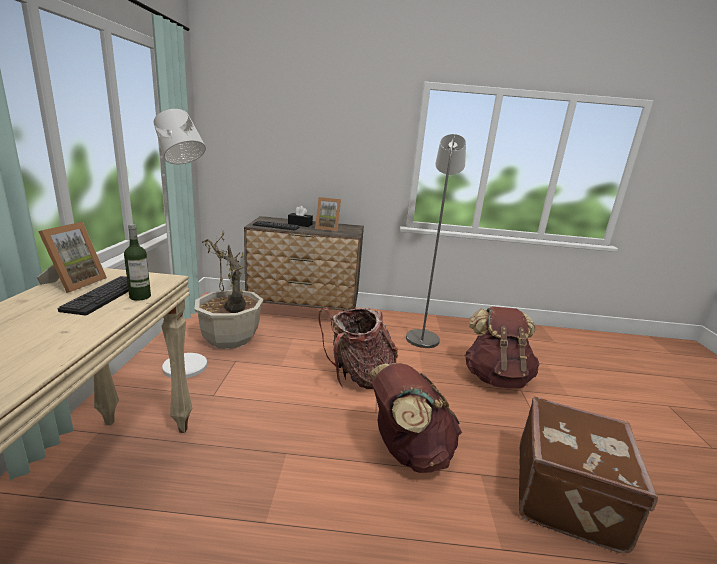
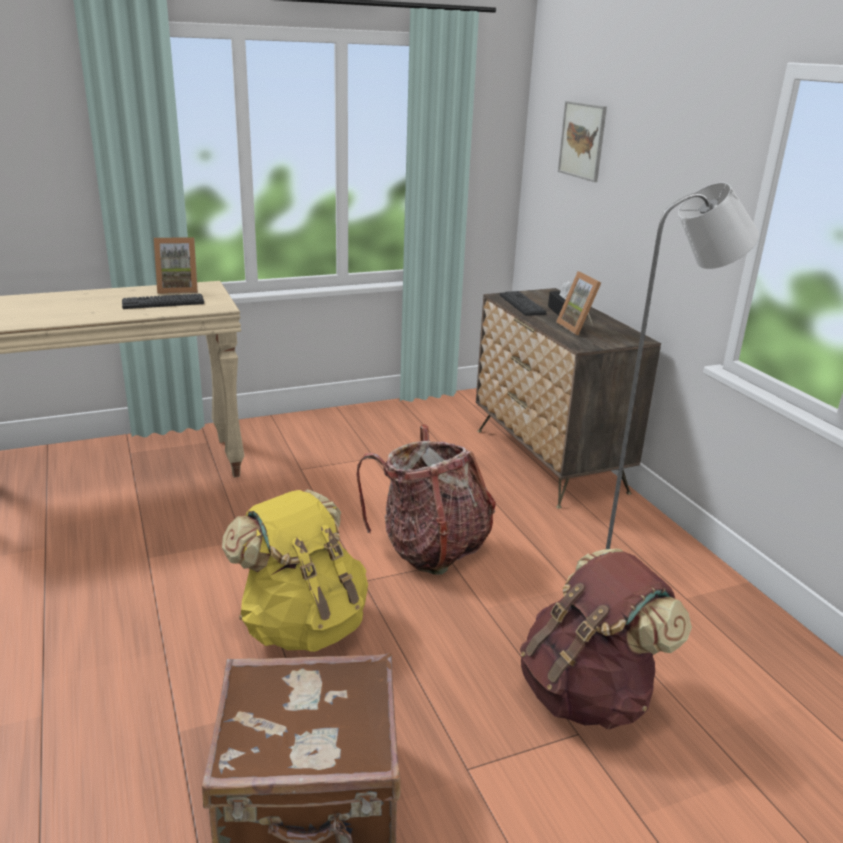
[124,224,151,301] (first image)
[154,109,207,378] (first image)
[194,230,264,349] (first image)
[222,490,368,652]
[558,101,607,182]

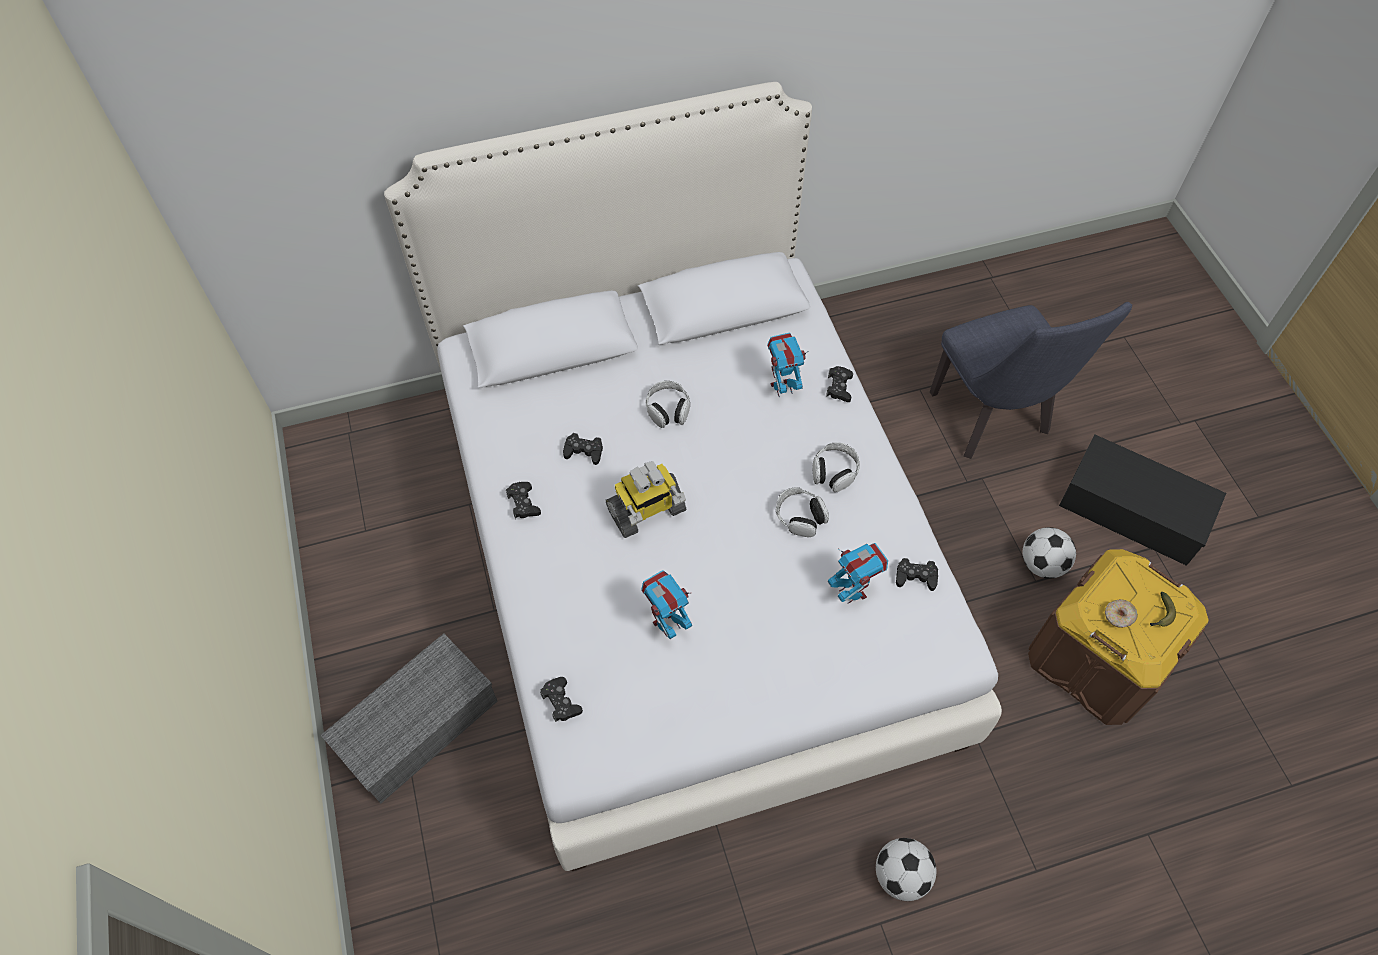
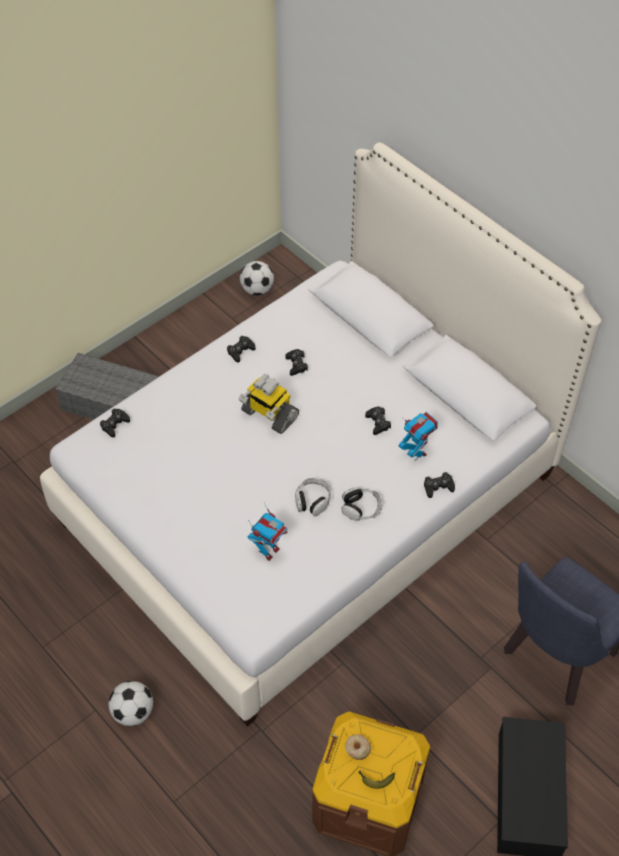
[641,570,692,639] (first image)
[646,381,690,428] (first image)
[365,406,391,435]
[240,261,274,296]

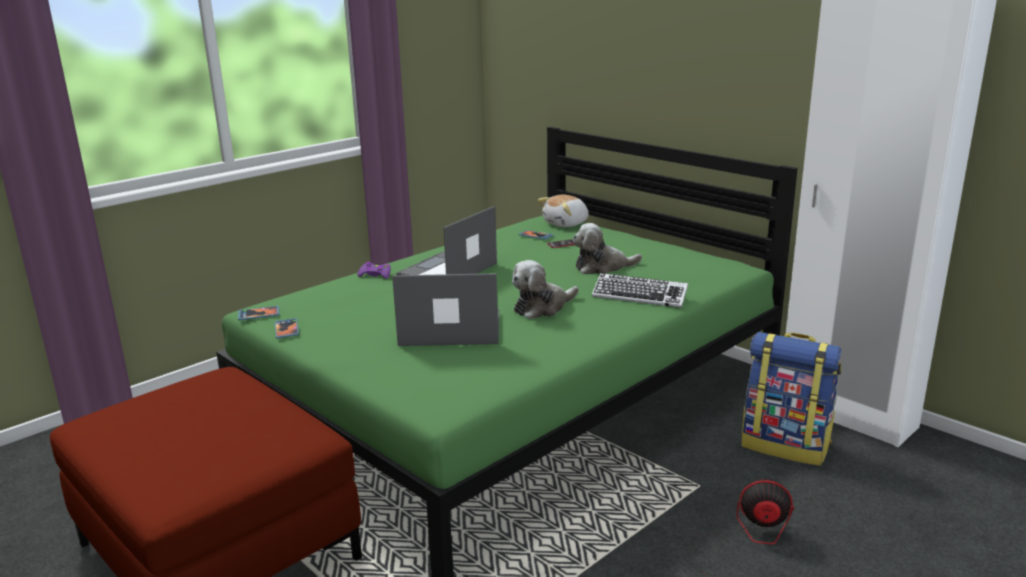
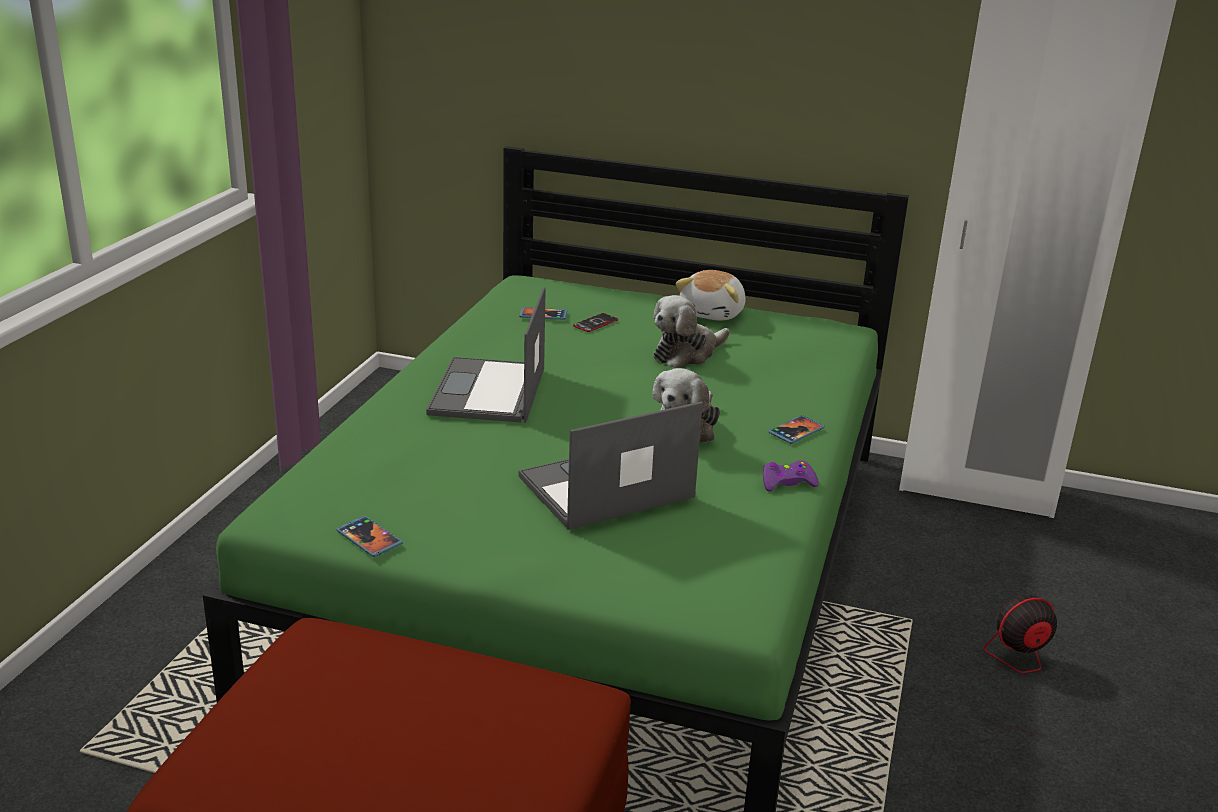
[768,415,825,444]
[763,460,819,491]
[676,270,746,321]
[592,273,688,308] (first image)
[742,332,841,466] (first image)

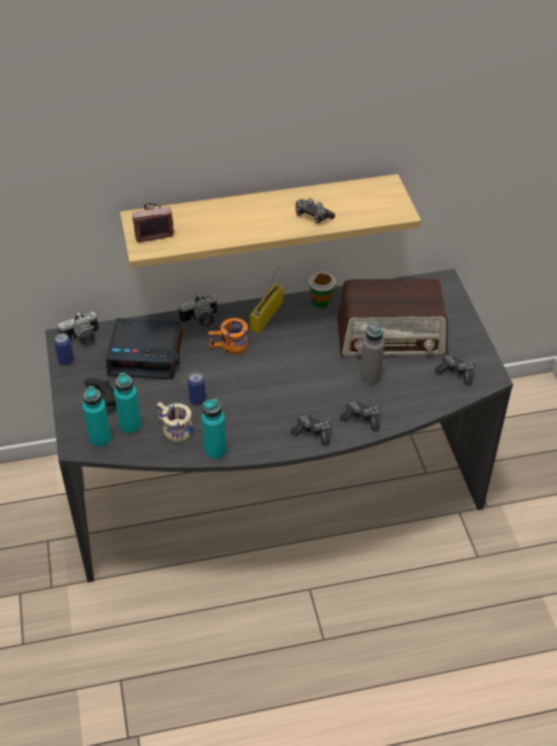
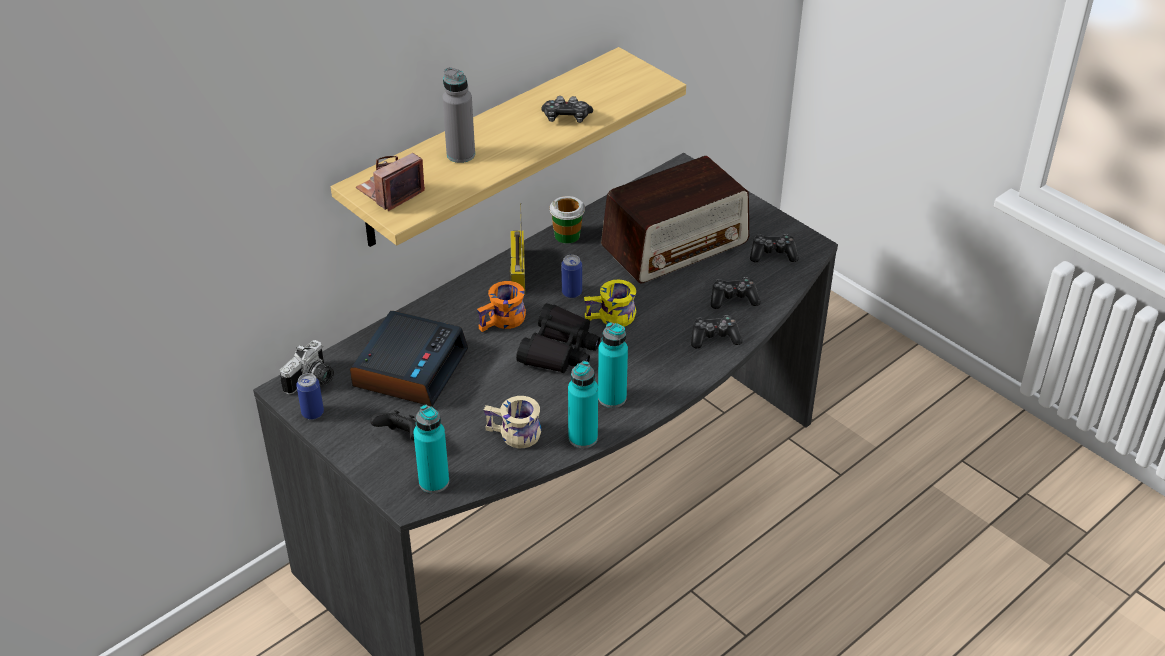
[350,311,468,407]
[598,322,628,408]
[178,294,217,327] (first image)
[561,255,582,298]
[711,277,761,309]
[442,67,475,163]
[516,303,600,373]
[584,279,636,327]

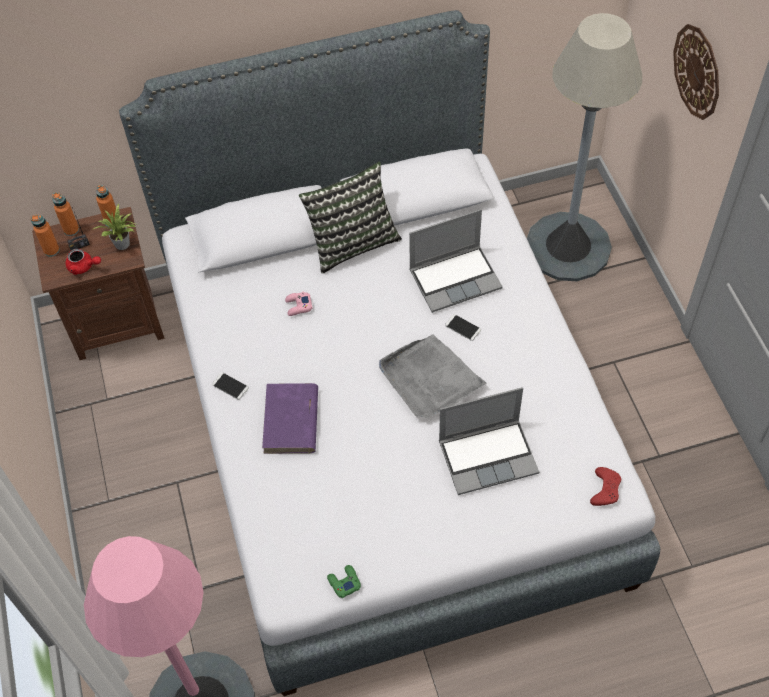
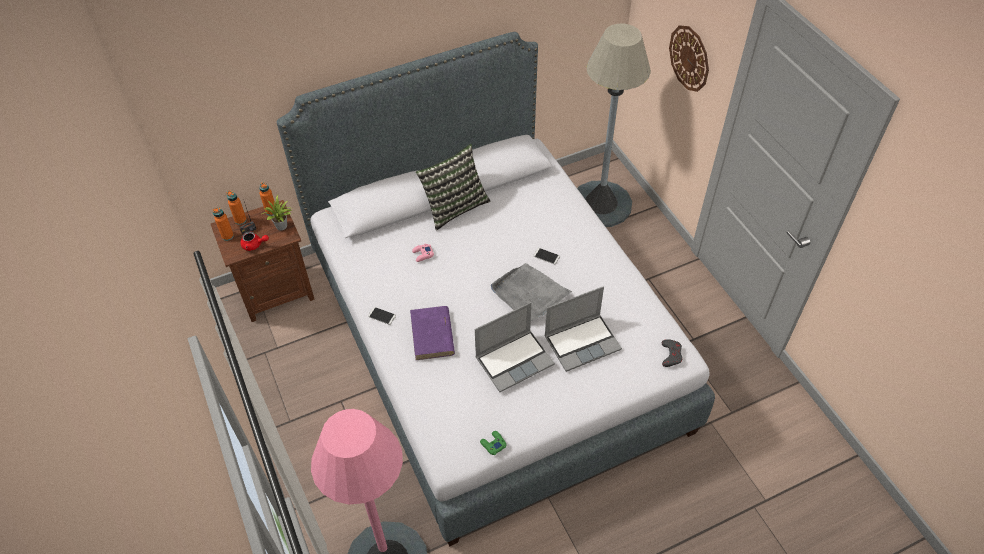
[475,302,555,392]
[662,339,682,367]

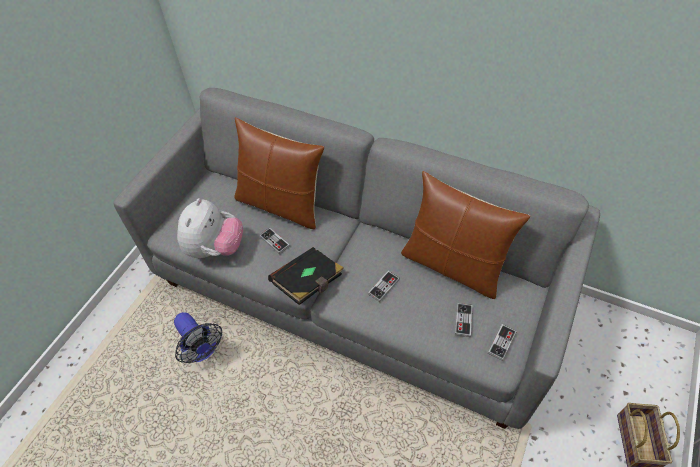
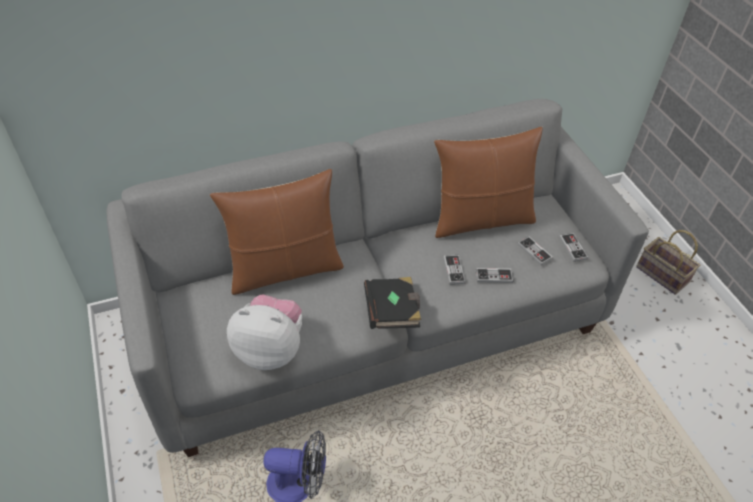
[227,295,302,370]
[476,268,513,283]

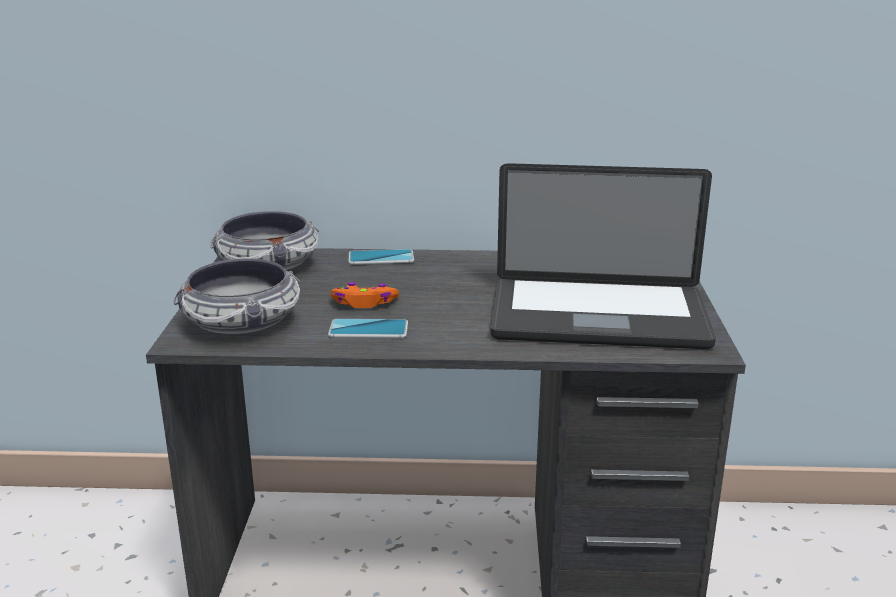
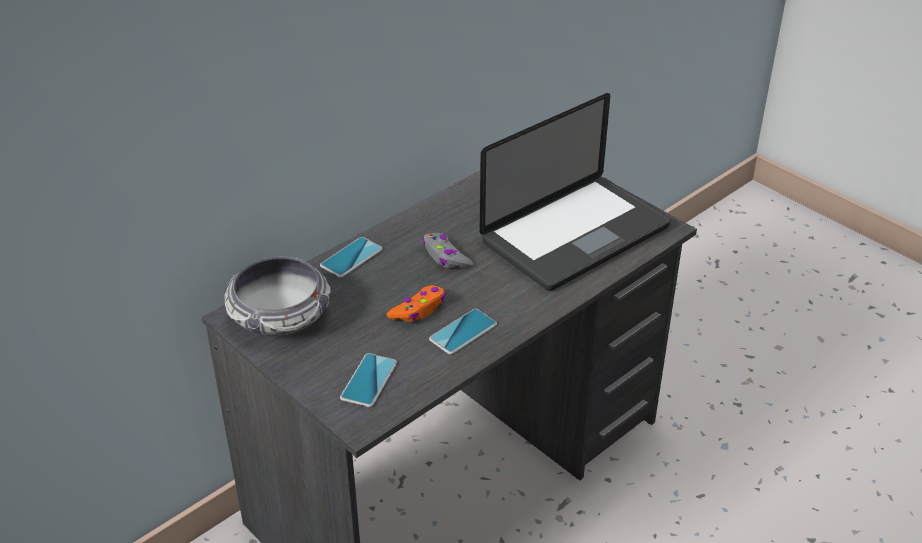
[340,353,397,407]
[422,233,473,269]

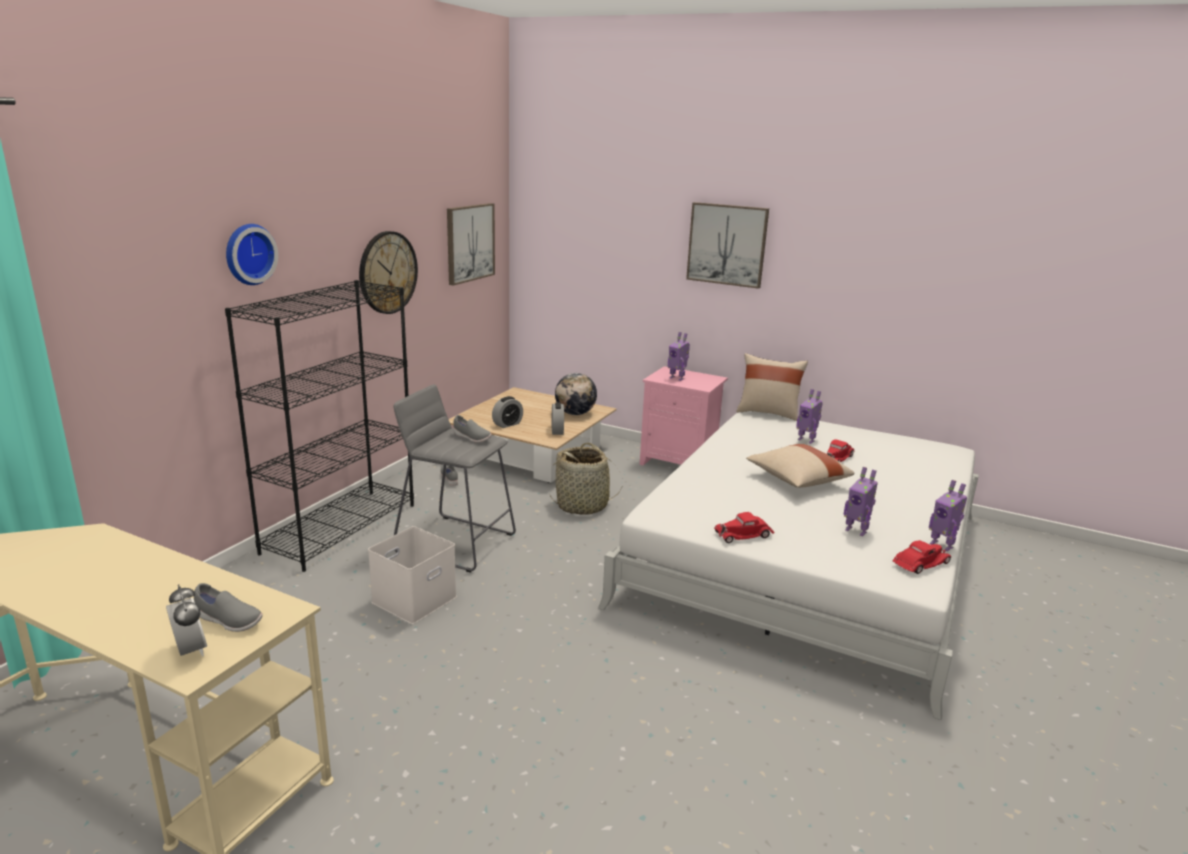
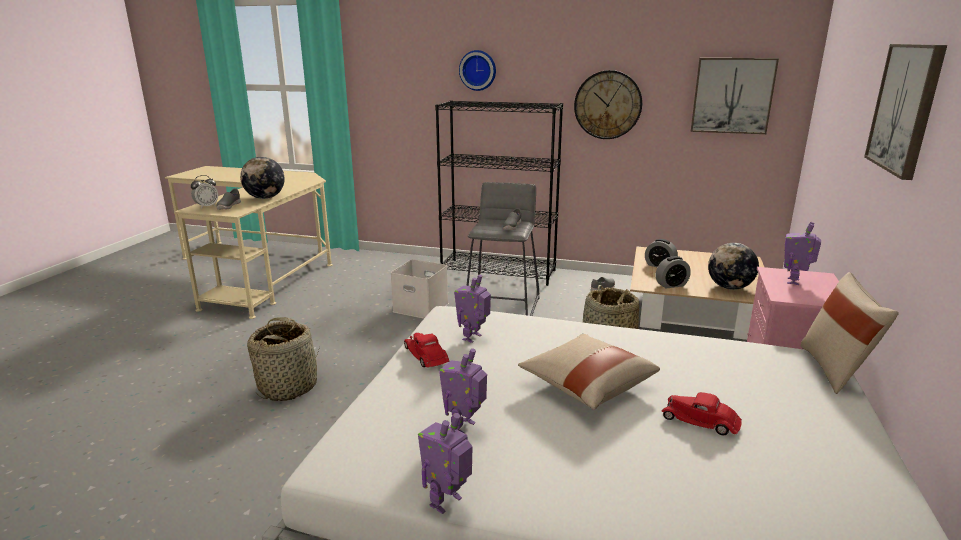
[454,274,491,343]
[892,540,951,574] (first image)
[240,157,285,199]
[247,317,320,401]

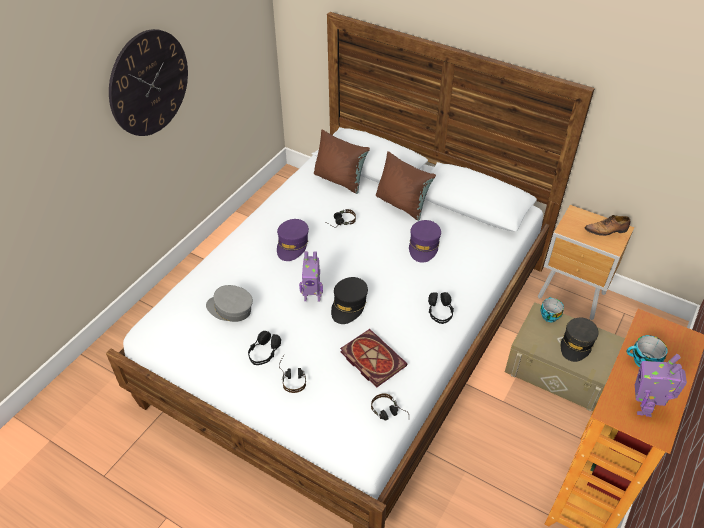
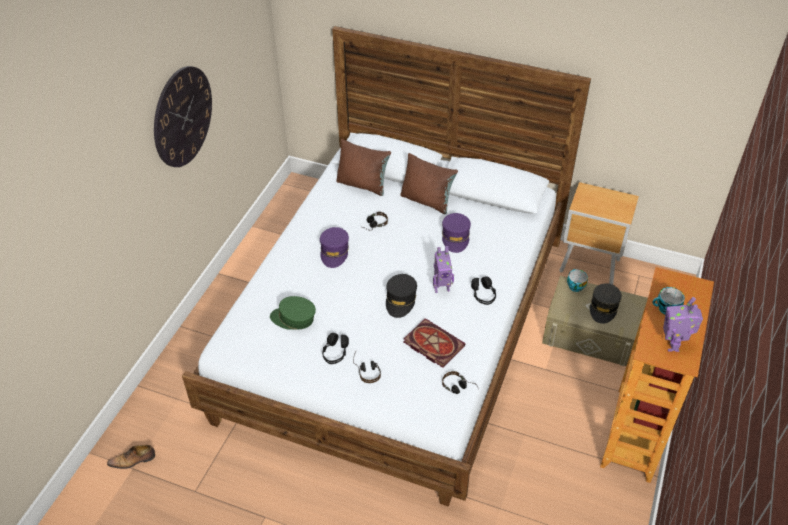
[270,296,316,330]
[433,246,454,293]
[107,445,155,469]

